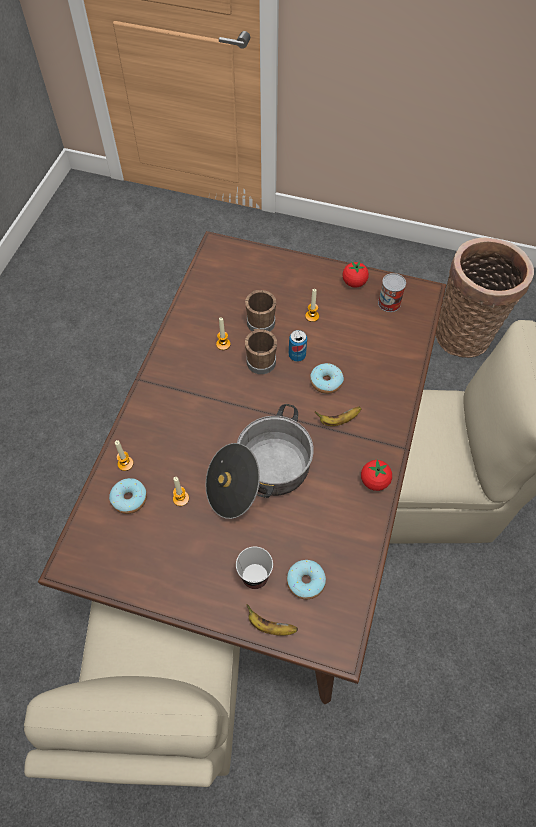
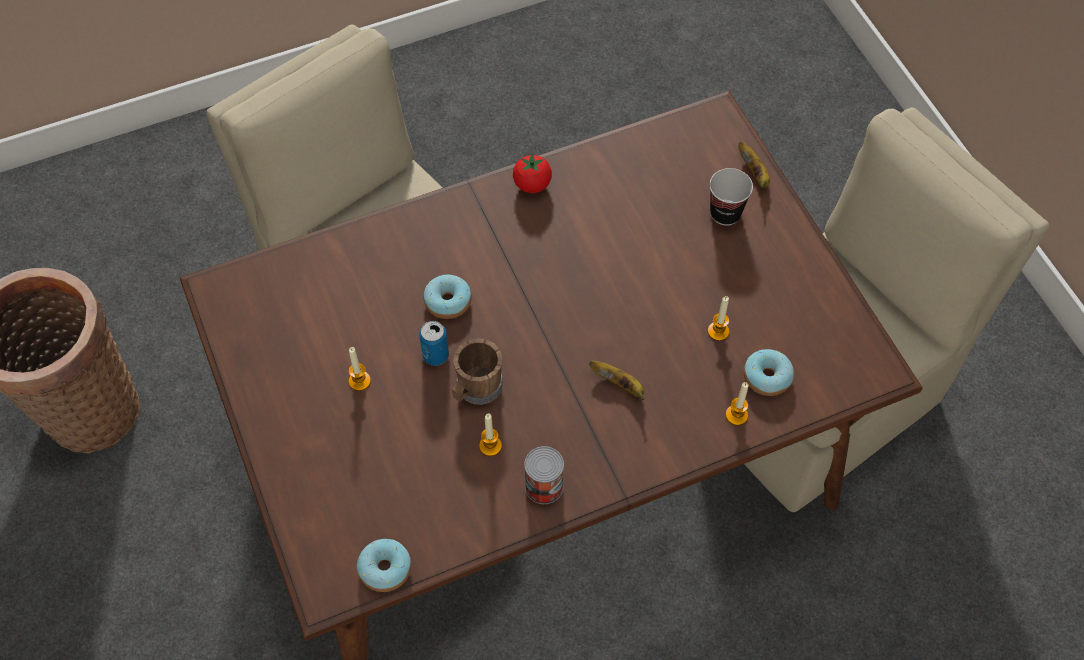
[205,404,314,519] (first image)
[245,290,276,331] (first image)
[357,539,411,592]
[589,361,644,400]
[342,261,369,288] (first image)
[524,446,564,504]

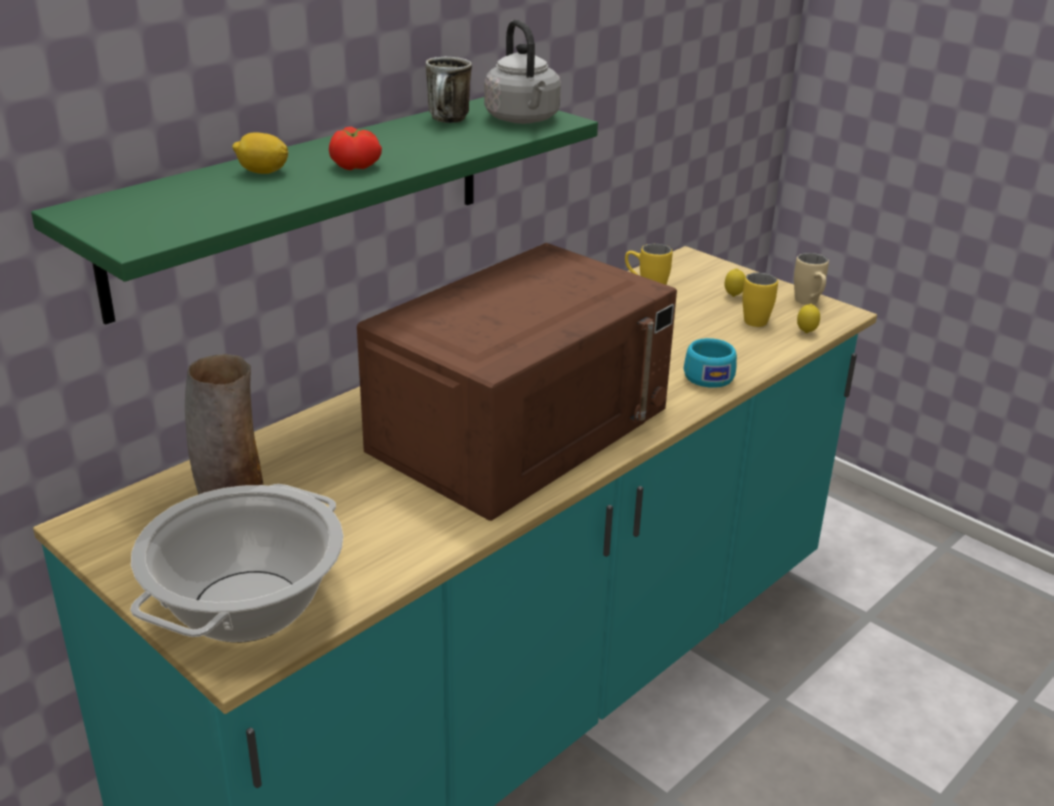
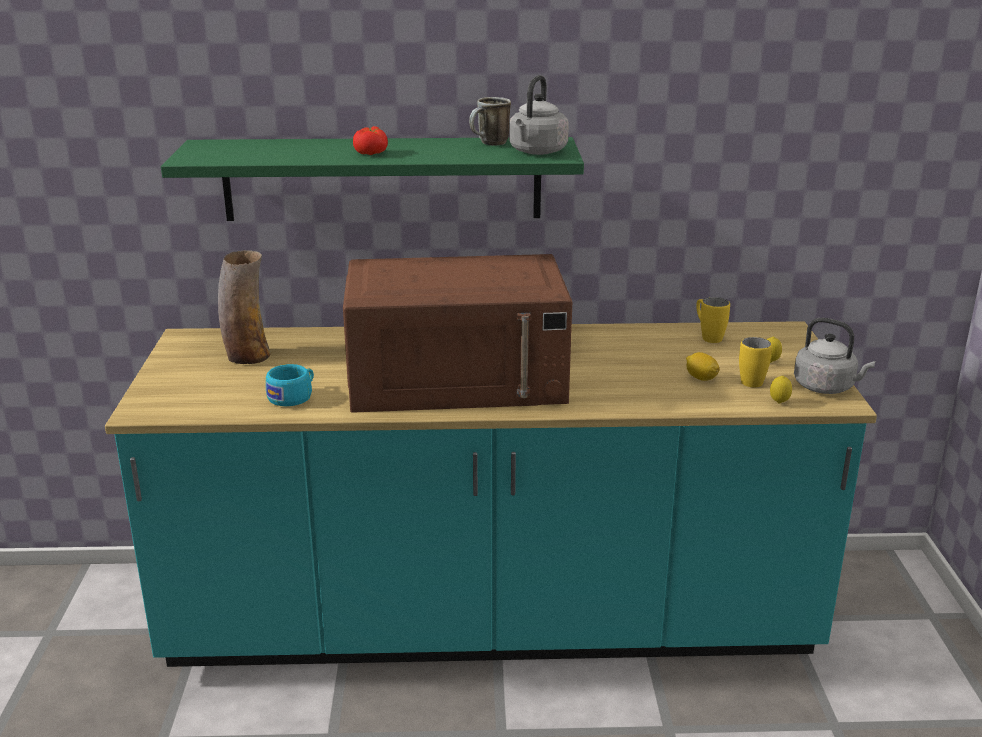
[130,484,343,643] (first image)
[686,352,719,381]
[266,364,314,406]
[794,318,876,394]

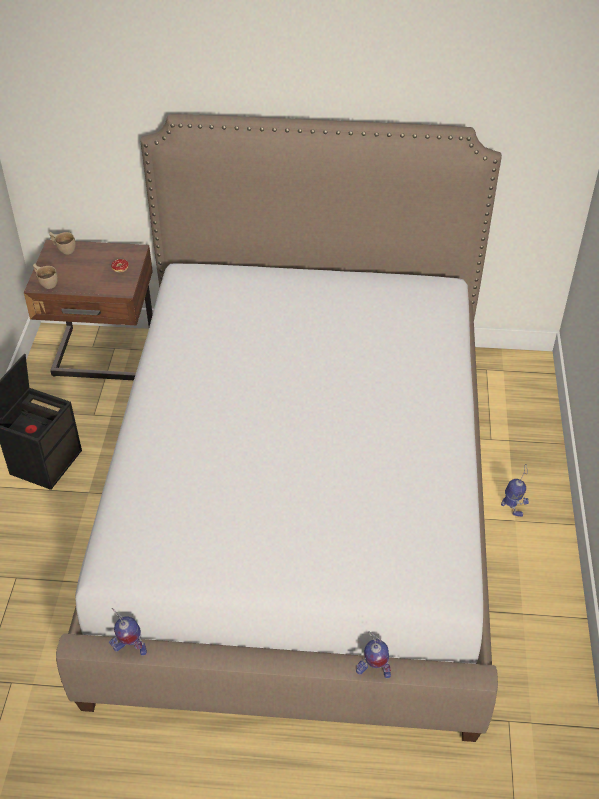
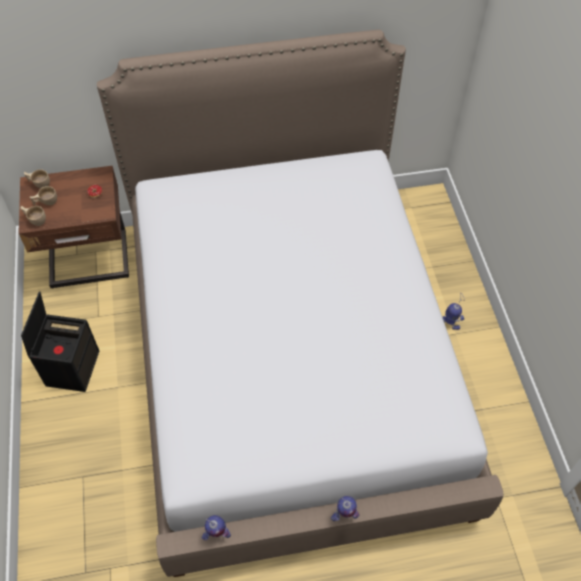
[331,496,360,521]
[30,186,57,205]

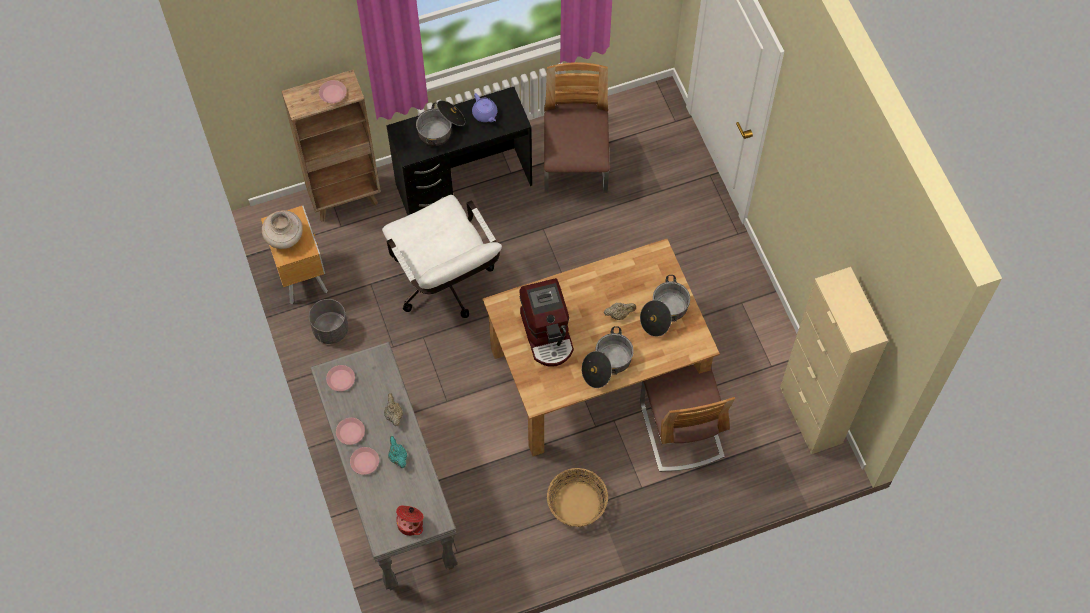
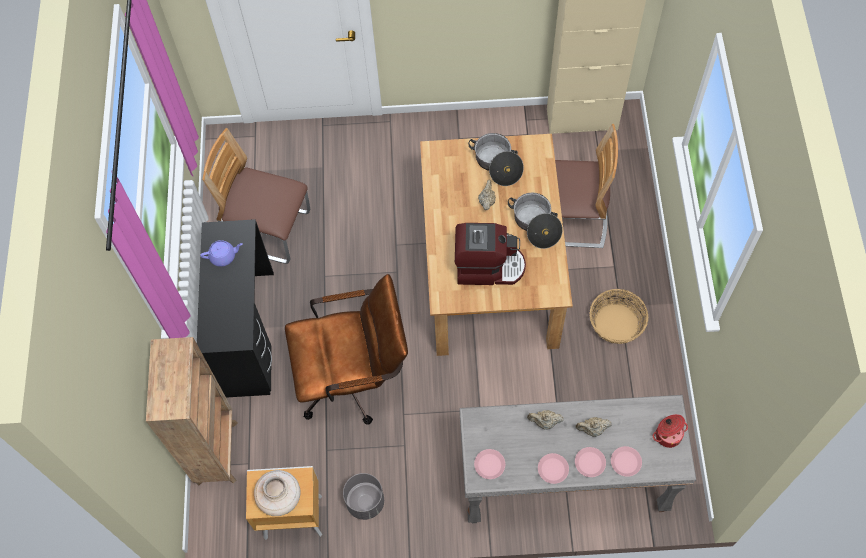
[611,446,642,477]
[285,274,408,425]
[576,417,612,437]
[416,100,465,146] (first image)

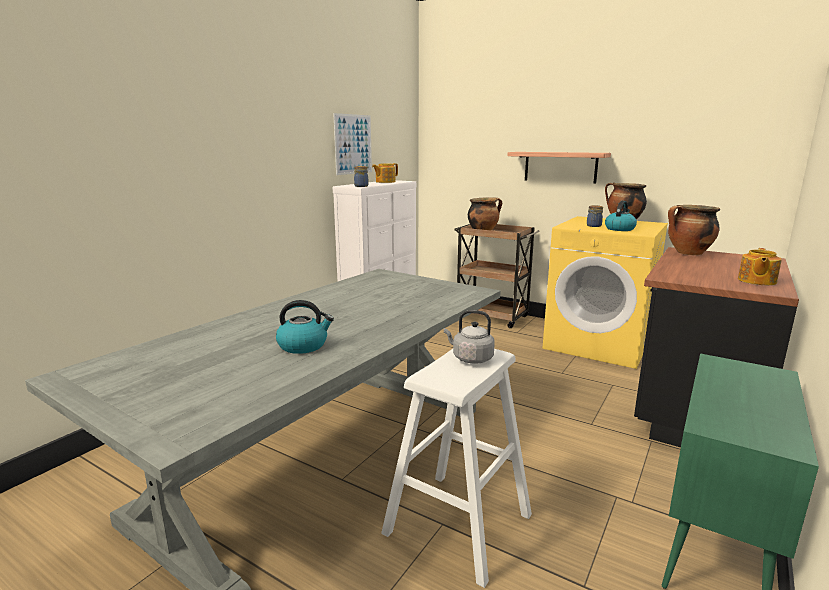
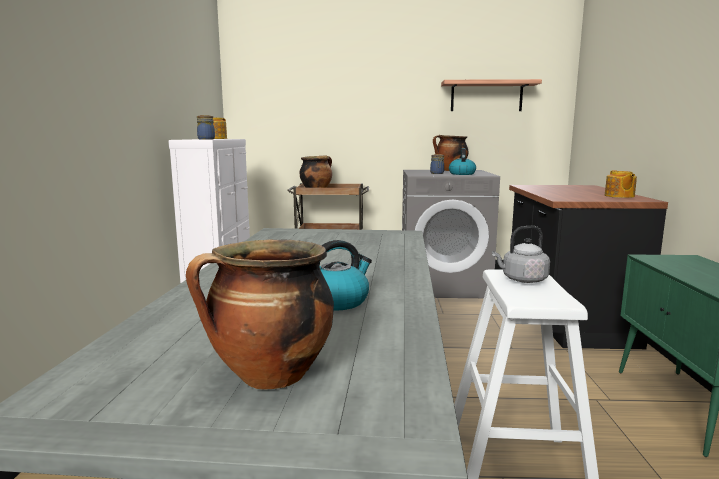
[333,113,372,175] (first image)
[441,79,542,111]
[402,170,500,298]
[186,240,334,390]

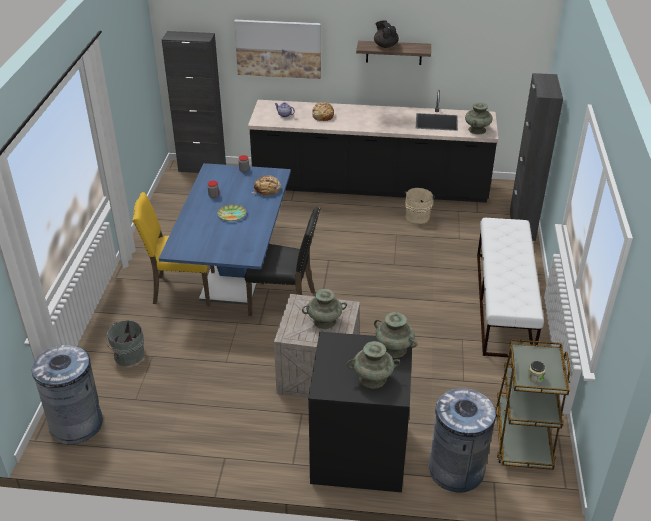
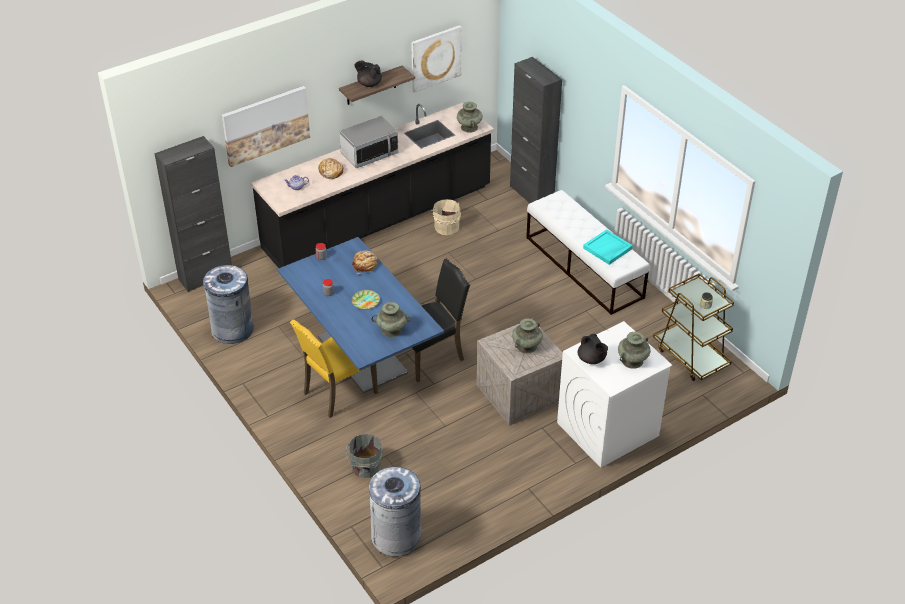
[557,321,672,468]
[371,302,412,337]
[203,265,254,344]
[339,116,399,168]
[411,25,462,93]
[578,334,608,364]
[583,229,633,265]

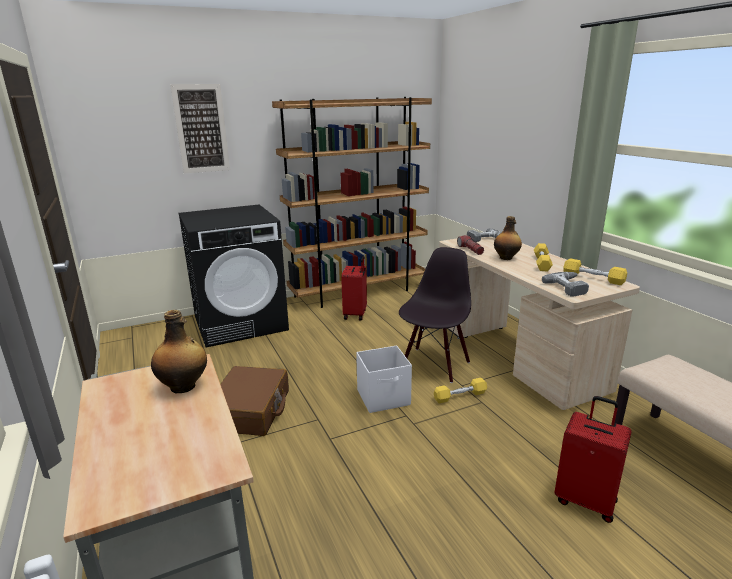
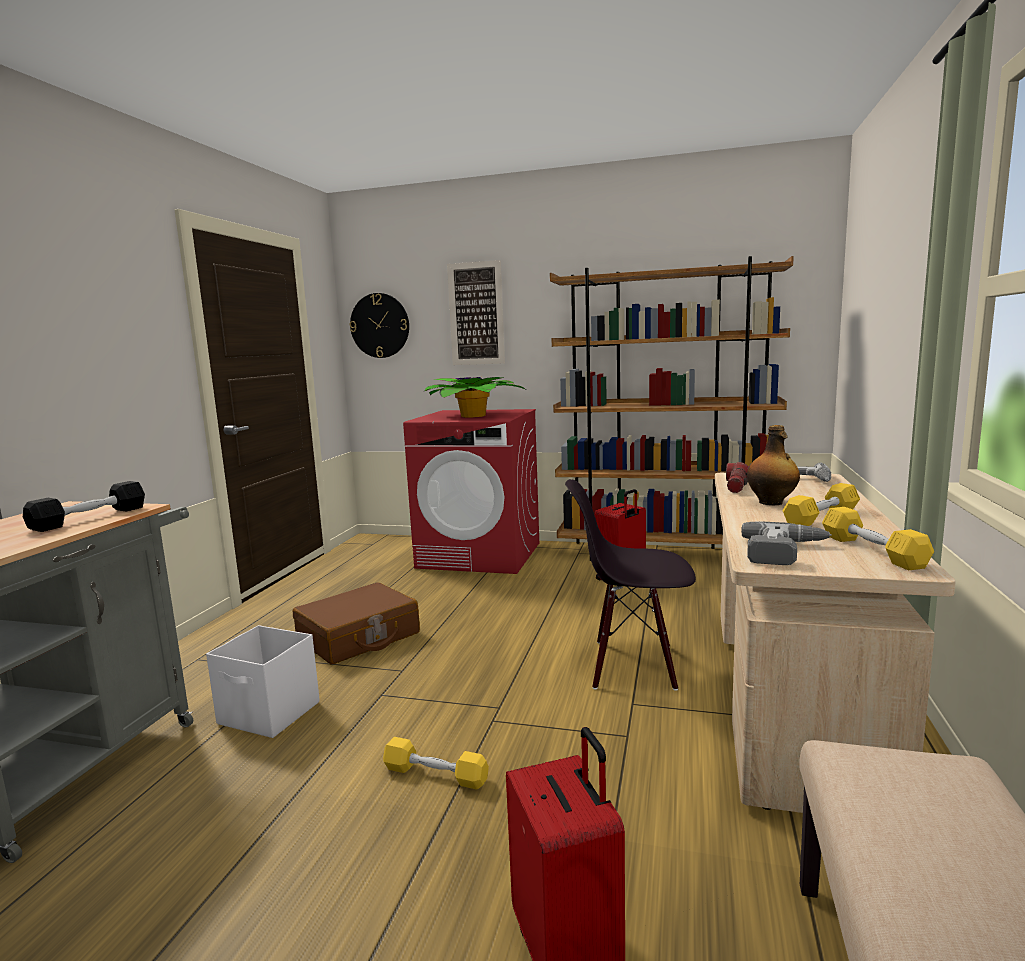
[23,481,145,532]
[403,409,539,574]
[206,625,320,738]
[565,479,696,690]
[383,737,489,790]
[349,293,409,358]
[424,377,526,417]

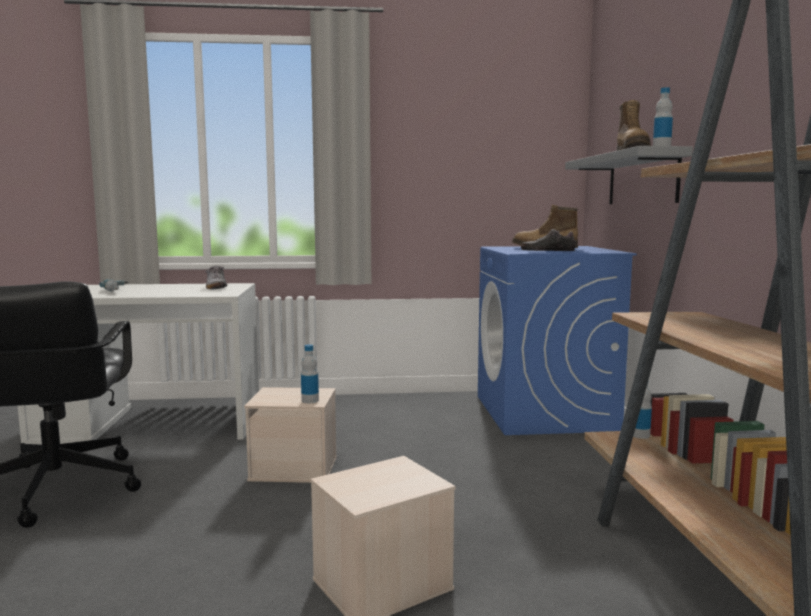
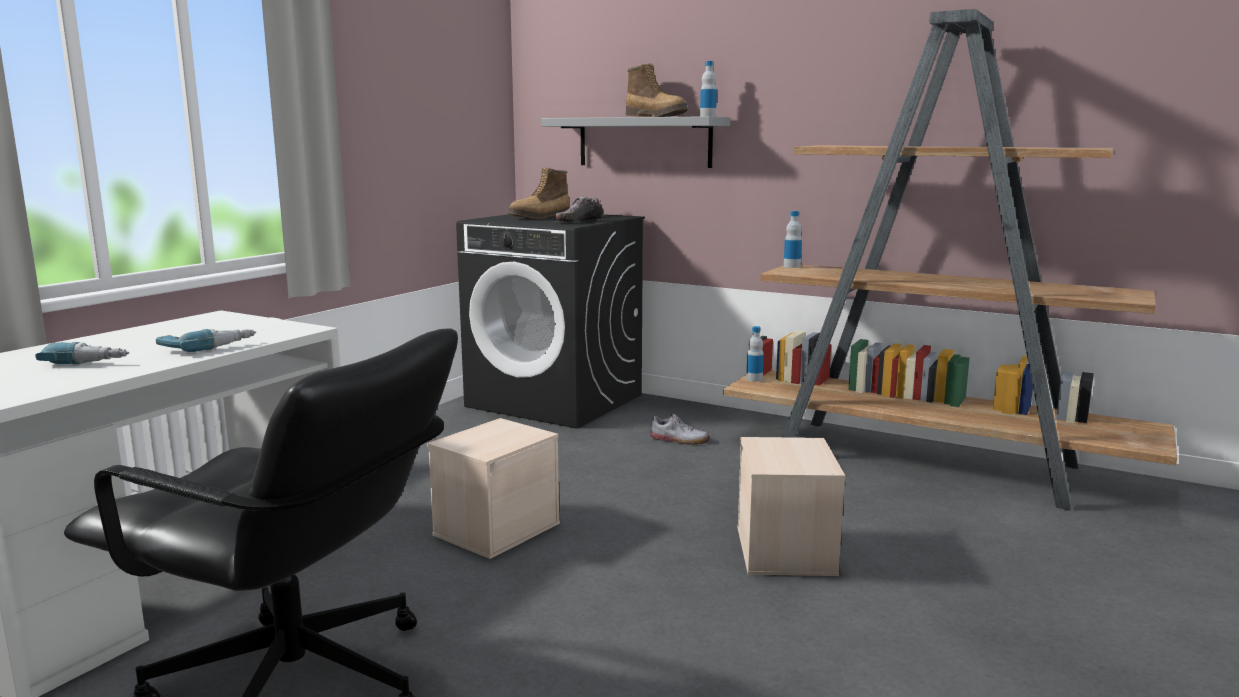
[650,414,710,445]
[784,211,802,268]
[456,214,645,429]
[156,329,256,352]

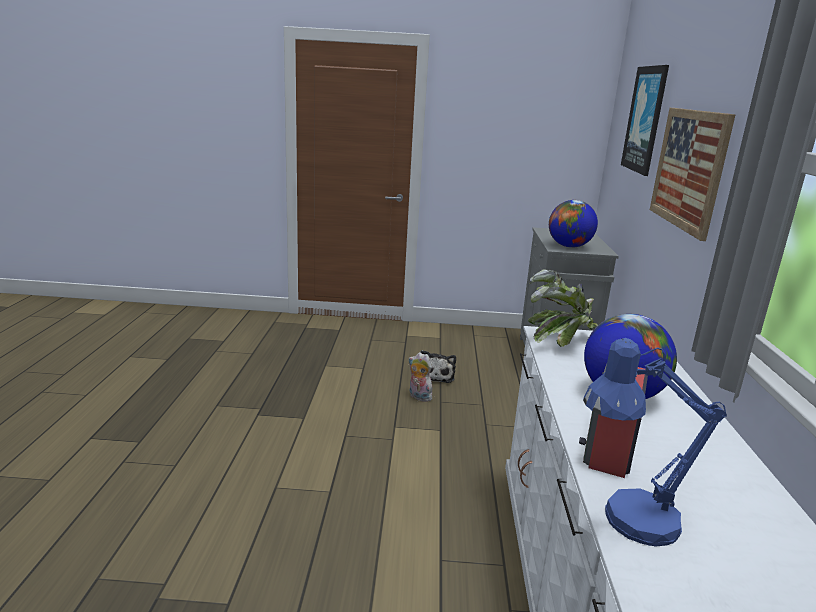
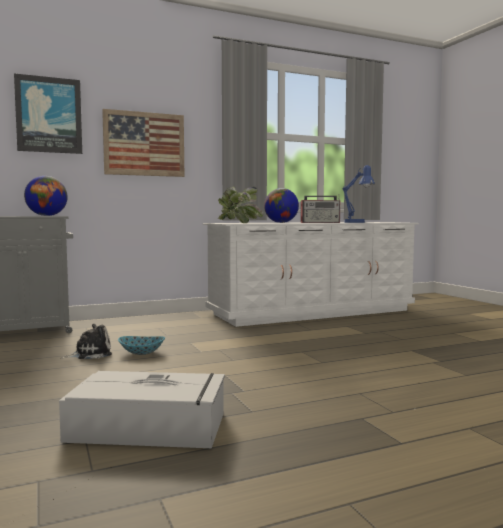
[118,336,165,355]
[59,371,225,448]

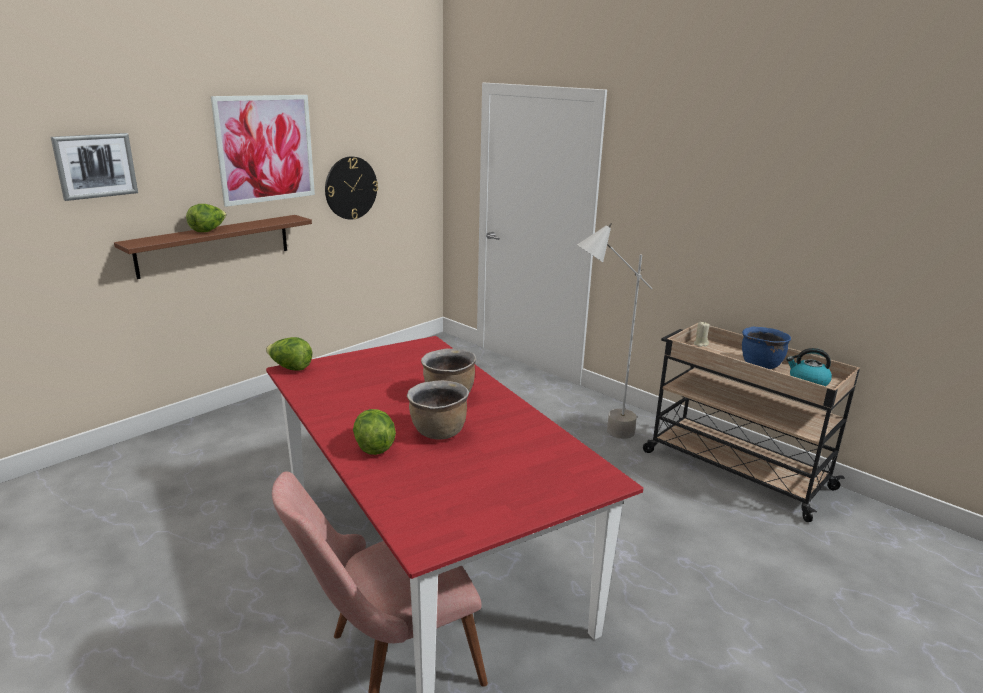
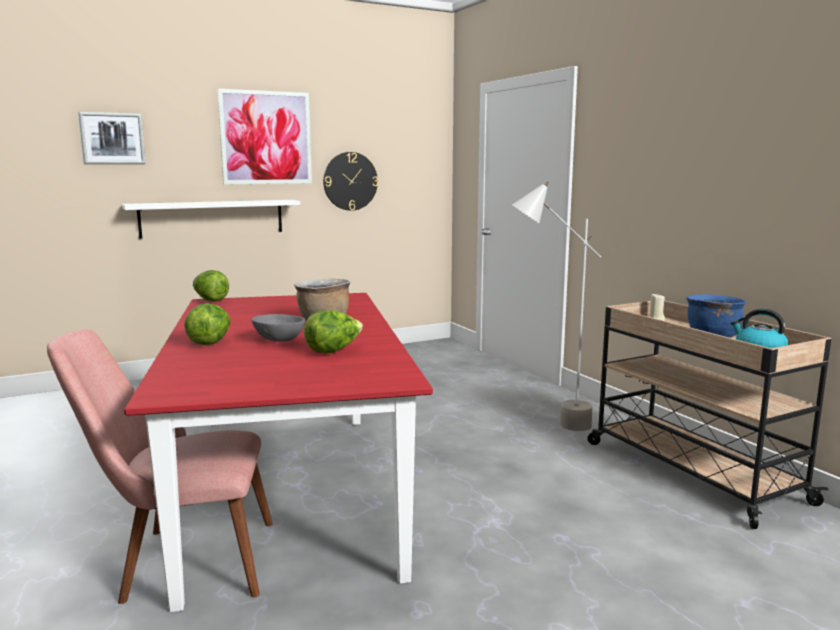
[122,200,300,239]
[304,310,363,354]
[252,314,305,342]

